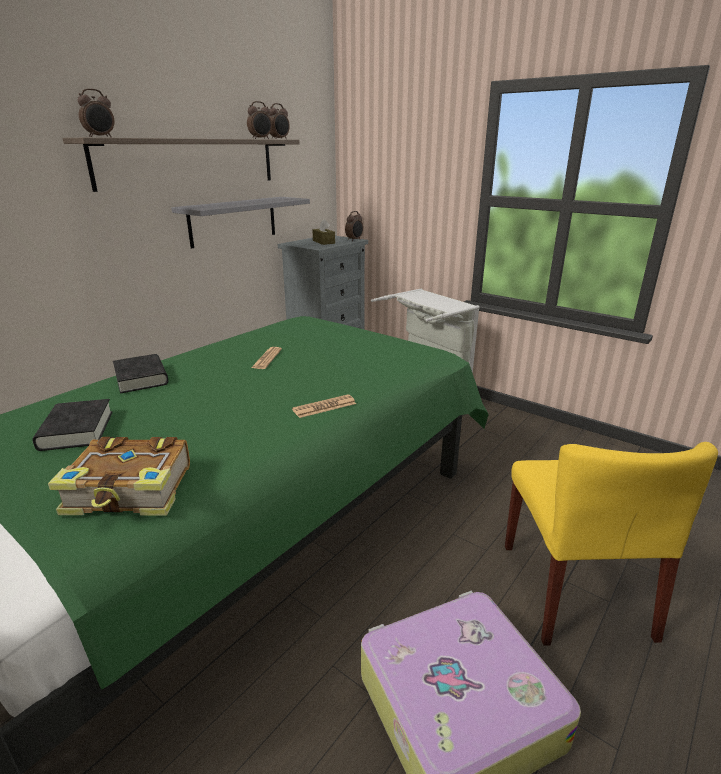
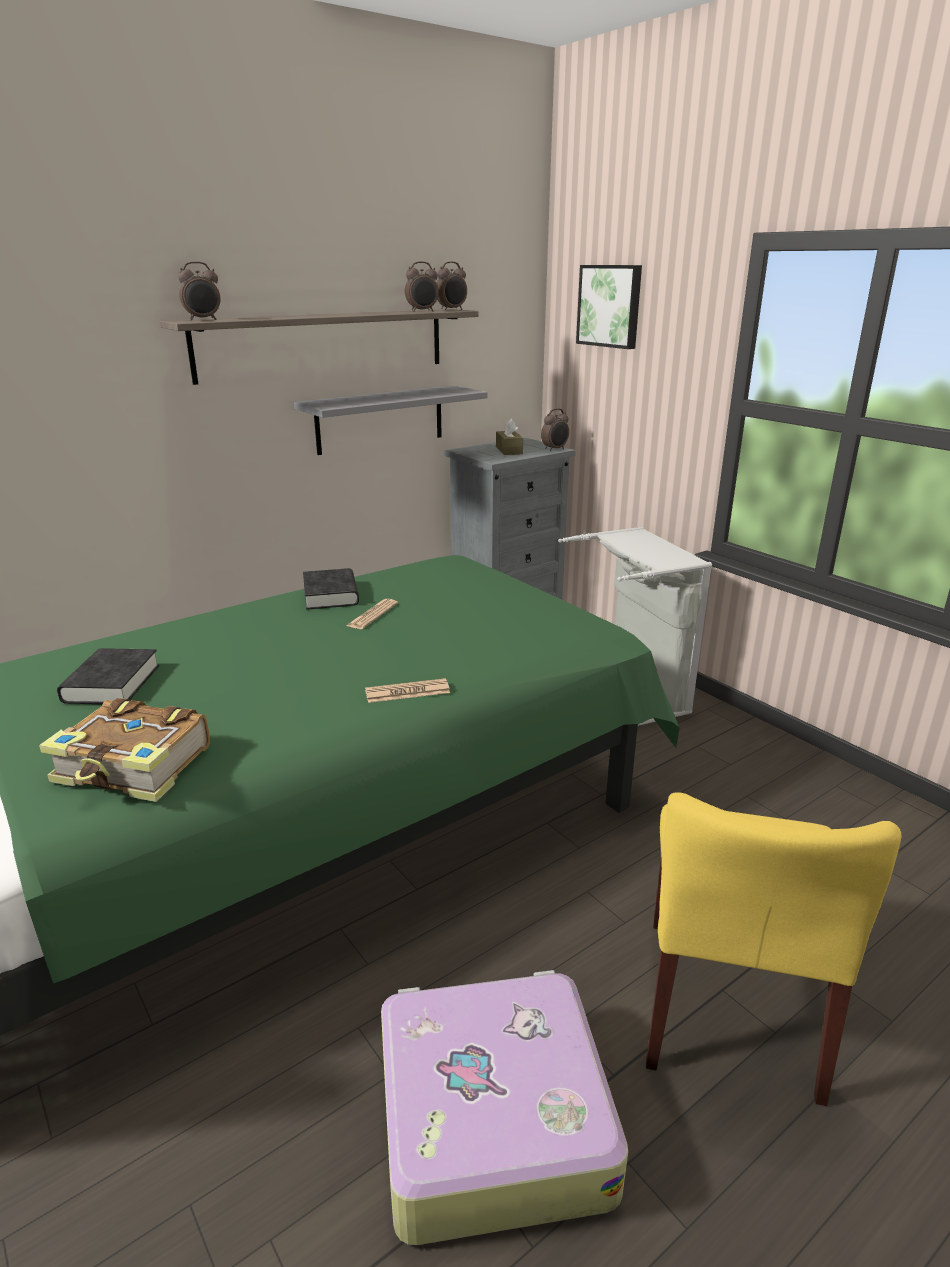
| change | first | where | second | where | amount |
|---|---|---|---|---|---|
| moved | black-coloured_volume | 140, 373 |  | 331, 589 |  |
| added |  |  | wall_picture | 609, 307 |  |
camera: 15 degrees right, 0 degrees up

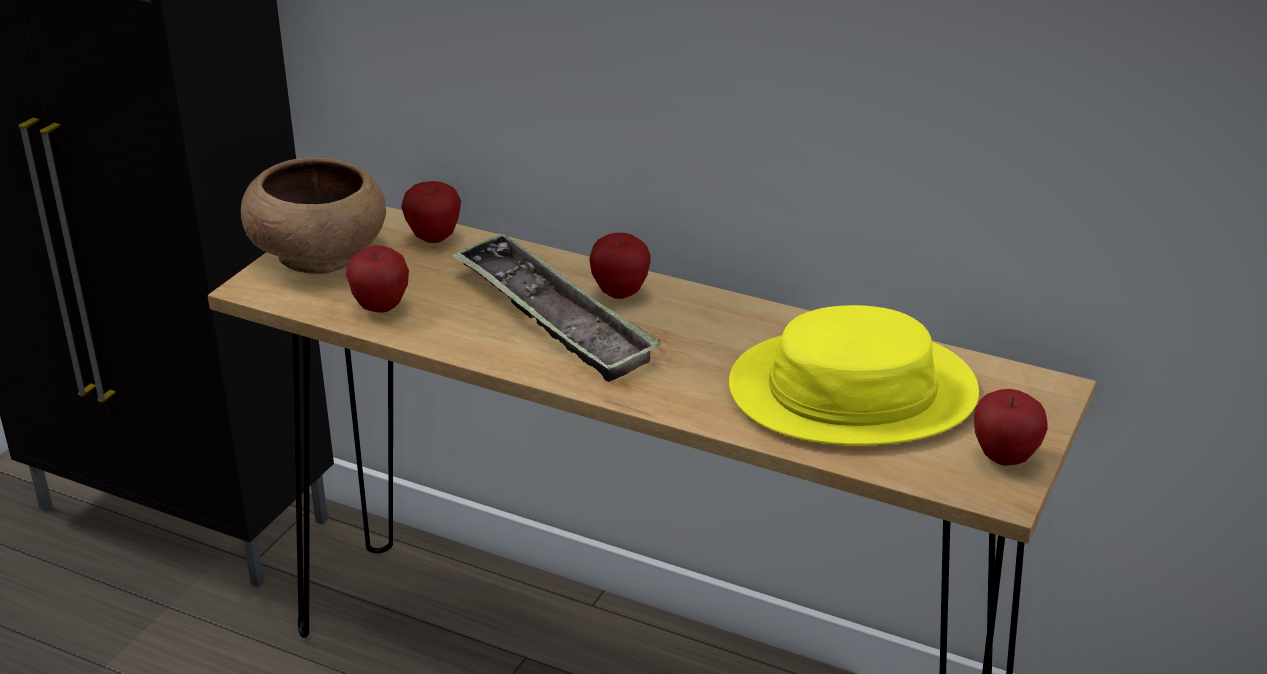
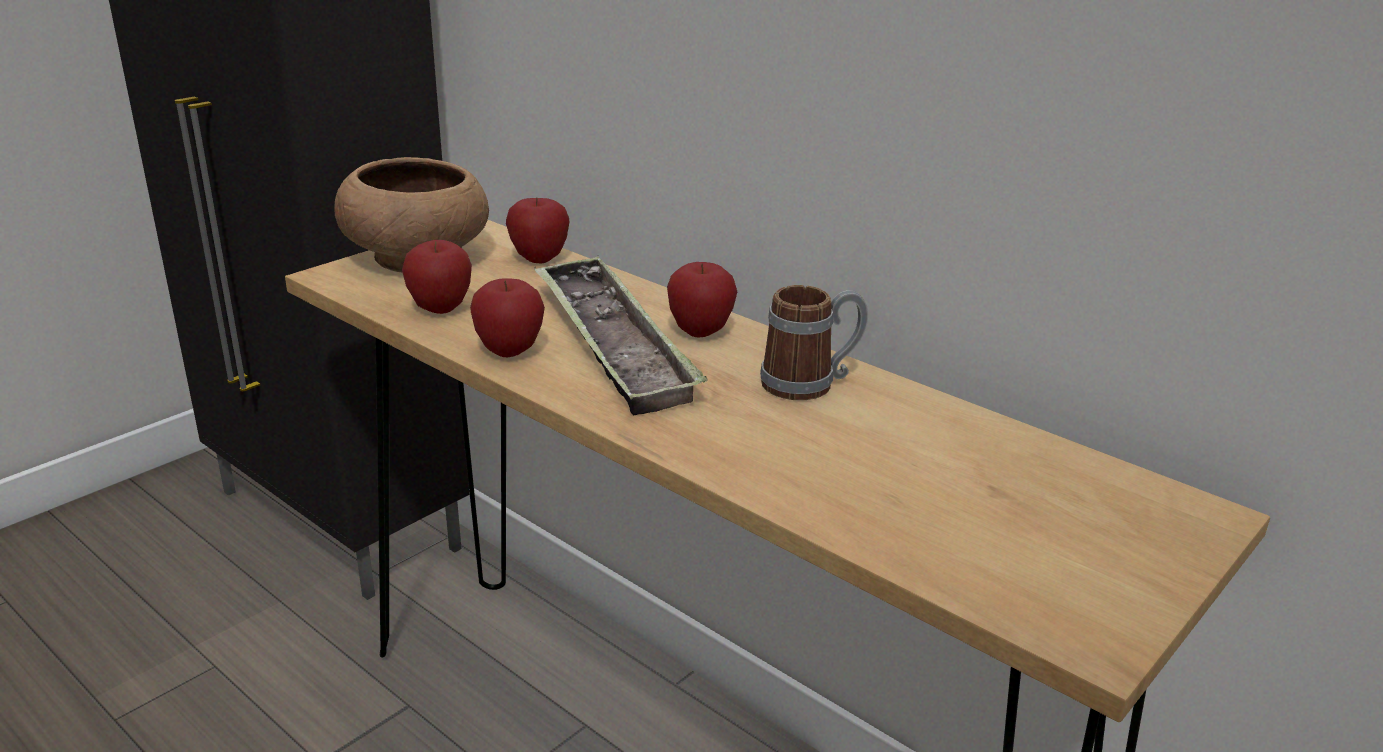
| change | first | where | second | where | amount |
|---|---|---|---|---|---|
| removed | yellowish_hat | 854, 375 |  |  |  |
| moved | apple | 1010, 427 |  | 507, 317 |  |
| added |  |  | mug | 814, 342 |  |
camera: 15 degrees right, 5 degrees down

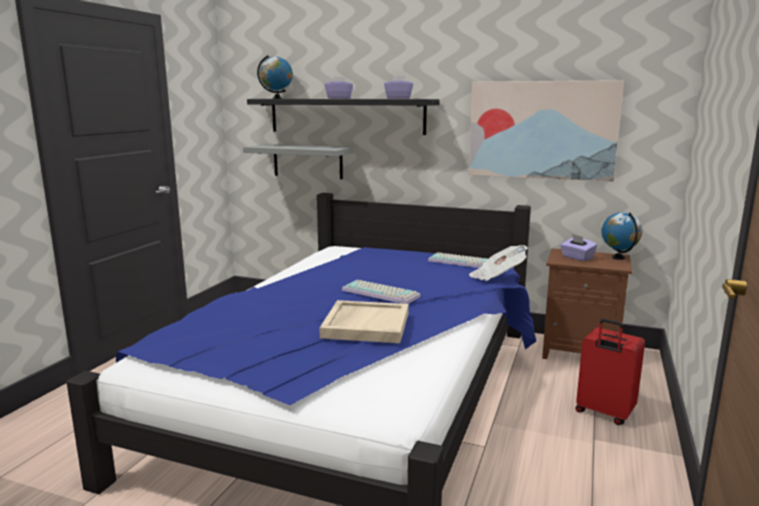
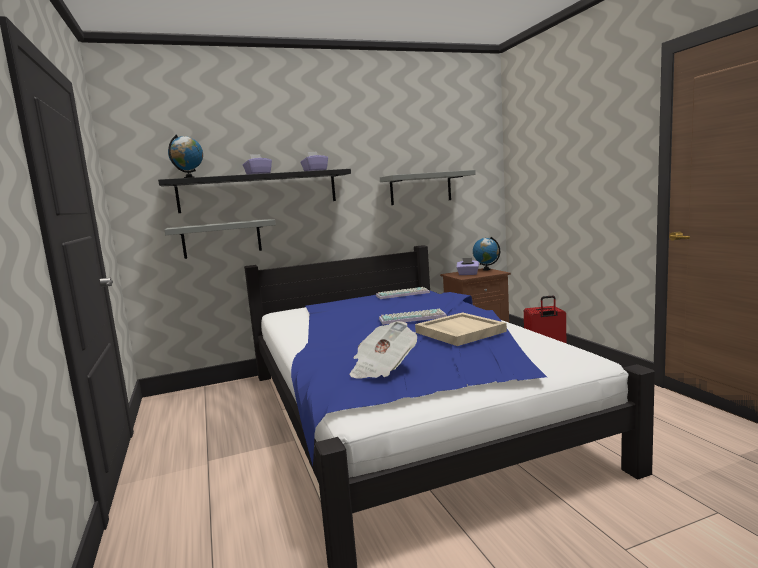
| change | first | where | second | where | amount |
|---|---|---|---|---|---|
| replaced | wall_picture | 546, 131 | greyish_bracket_shelf | 428, 187 |  |
| moved | daily_paper | 498, 263 |  | 383, 350 |  |
camera: 40 degrees left, 5 degrees down

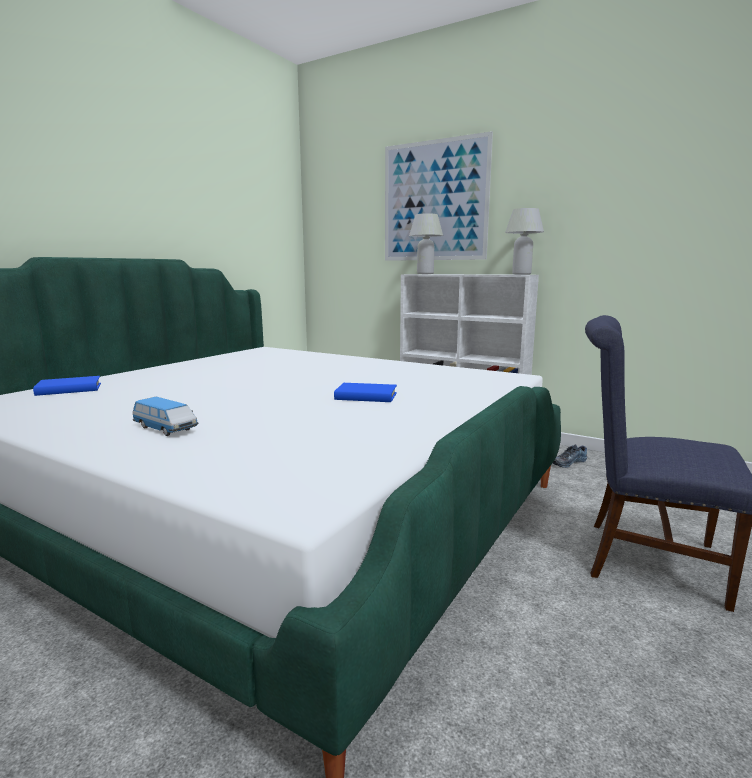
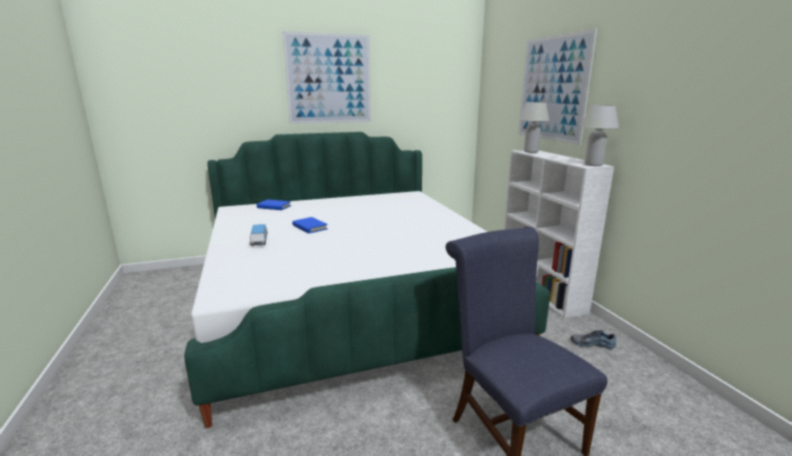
| change | first | where | second | where | amount |
|---|---|---|---|---|---|
| moved | blue_volume | 365, 392 |  | 310, 225 |  |
| added |  |  | wall_picture | 326, 77 |  |
camera: 40 degrees right, 5 degrees up

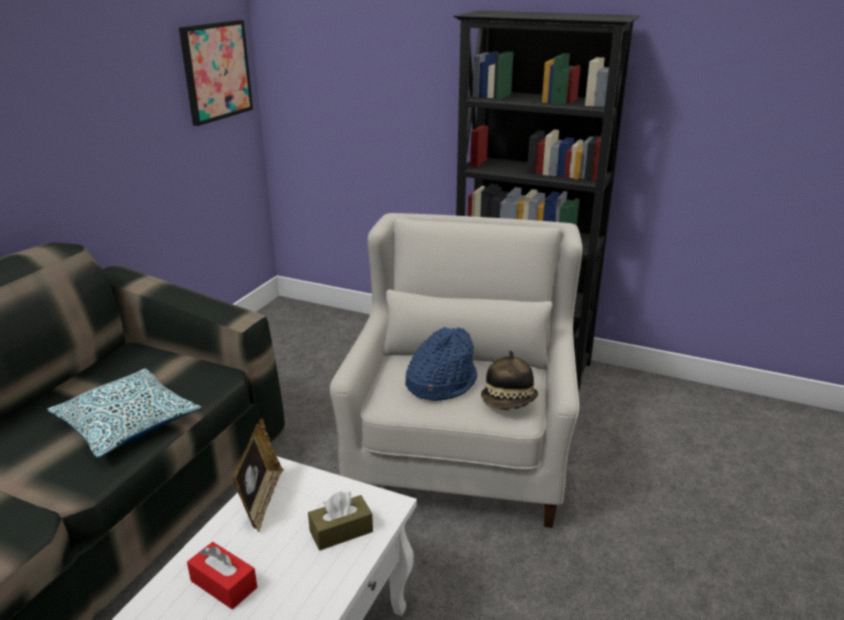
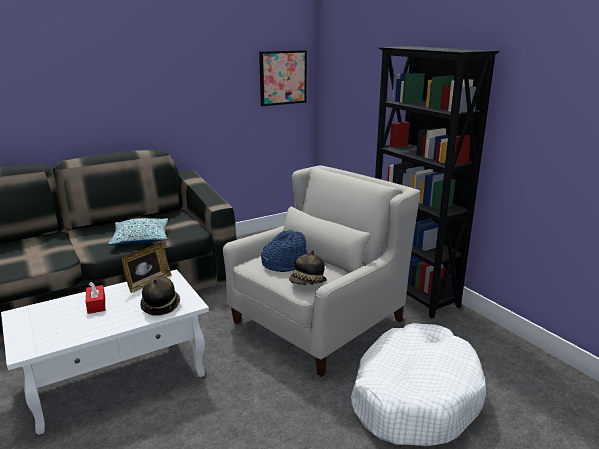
| change | first | where | second | where | amount |
|---|---|---|---|---|---|
| replaced | brown_tissue_holder | 340, 520 | hat | 160, 296 |  |
| added |  |  | white-coloured_pet_bed | 418, 384 |  |
camera: 35 degrees right, 5 degrees down

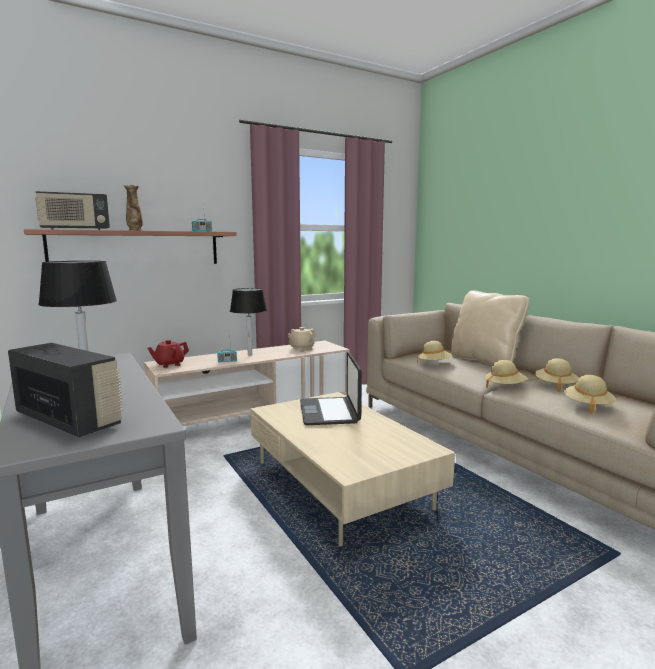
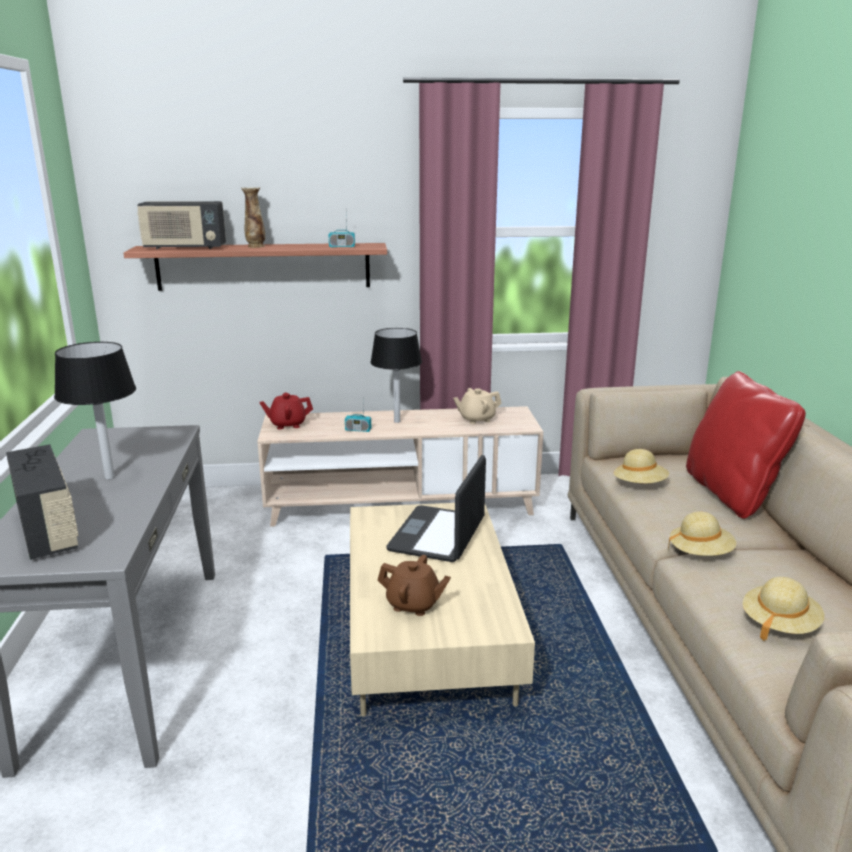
| change | first | where | second | where | amount |
|---|---|---|---|---|---|
| recoloured | sand-coloured_cushion | 490, 328 | red-coloured_cushion | 746, 445 |  |
| removed | sand-coloured_hat | 557, 375 |  |  |  |
| added |  |  | brown_tea_pot | 414, 585 |  |
camera: 25 degrees right, 10 degrees up

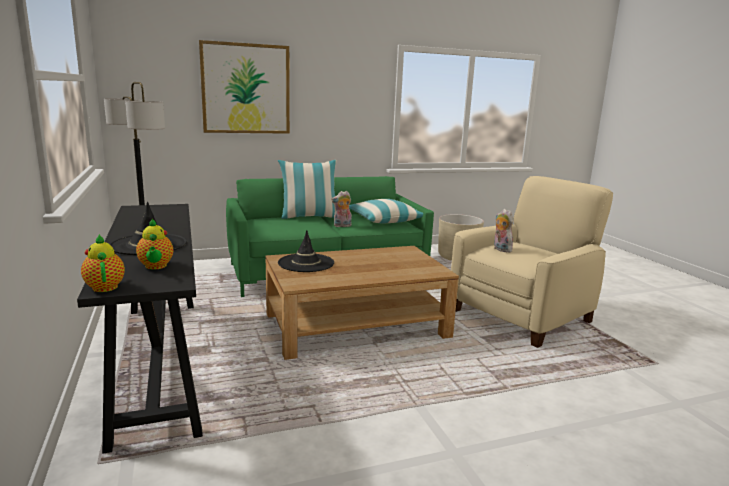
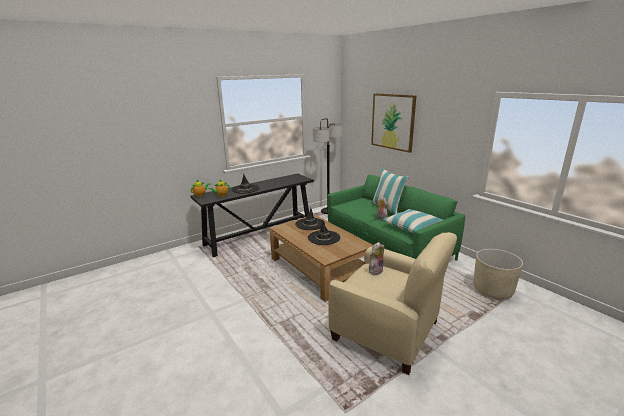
| change | first | where | second | where | amount |
|---|---|---|---|---|---|
| added |  |  | black-coloured_hat | 324, 232 |  |
camera: 75 degrees right, 5 degrees up

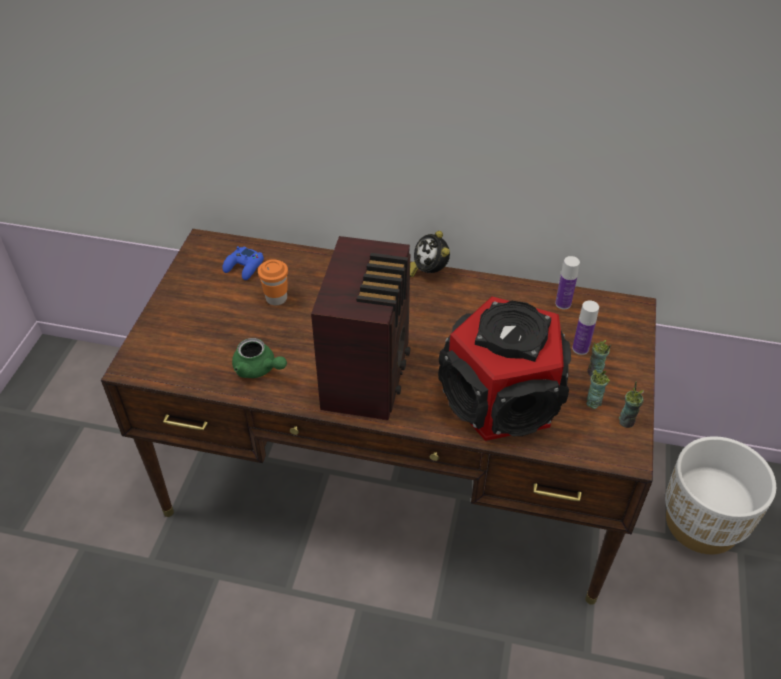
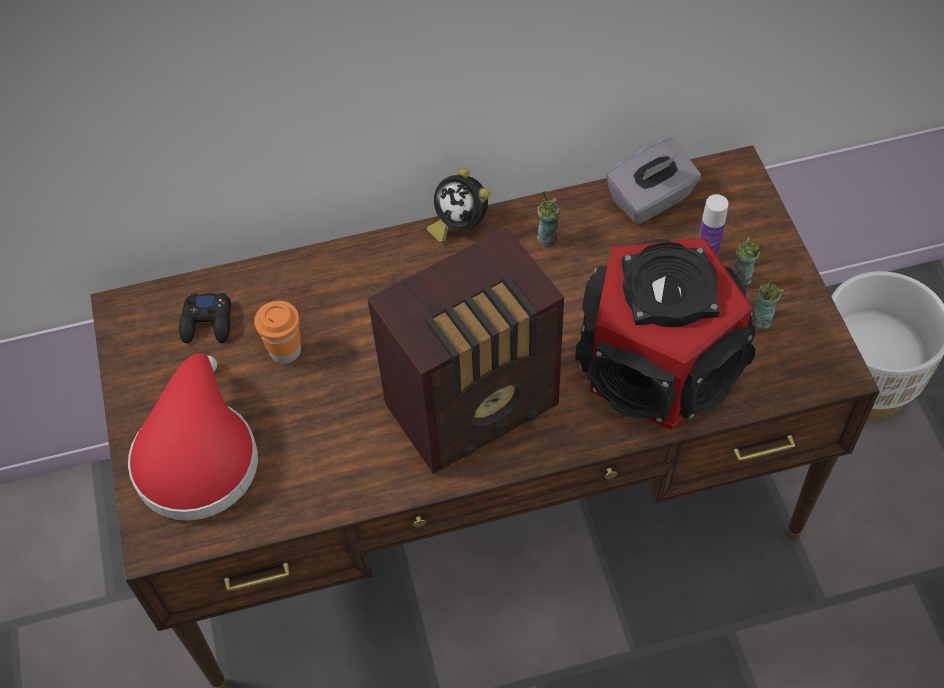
| change | first | where | second | where | amount |
|---|---|---|---|---|---|
| recoloured | blue_game_controller | 243, 263 | black-coloured_game_controller | 205, 318 |  |
| removed | greenish_tea_pot | 259, 358 |  |  |  |
| turned | radio | 361, 328 |  | 466, 350 | 75 degrees clockwise |
| replaced | drink_bottle | 567, 282 | greyish_tissue_holder | 653, 181 |  |
| moved | drinking_cup | 631, 405 |  | 548, 219 |  |
| added |  |  | red-coloured_hat | 193, 437 |  |
camera: 25 degrees left, 10 degrees up

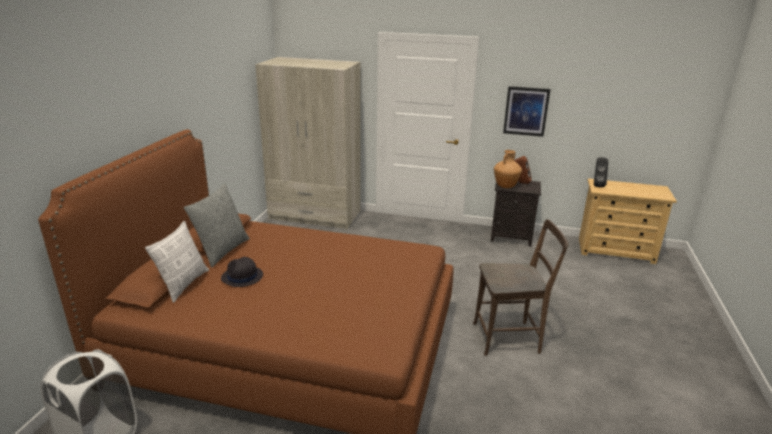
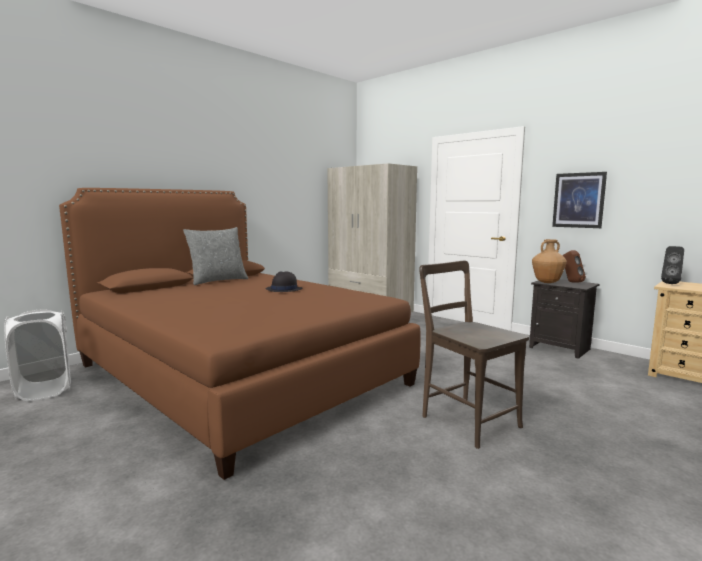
| change | first | where | second | where | amount |
|---|---|---|---|---|---|
| removed | cushion | 177, 262 |  |  |  |
| moved | black-coloured_hat | 242, 272 |  | 283, 281 |  |
| turned | brown_chair | 520, 287 |  | 474, 355 | 150 degrees counterclockwise |
camera: 30 degrees right, 15 degrees down

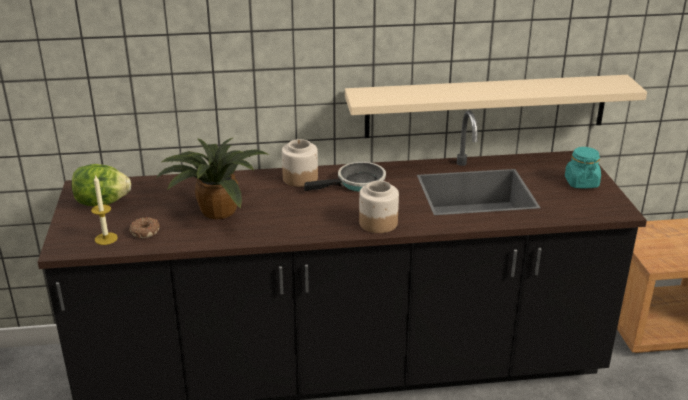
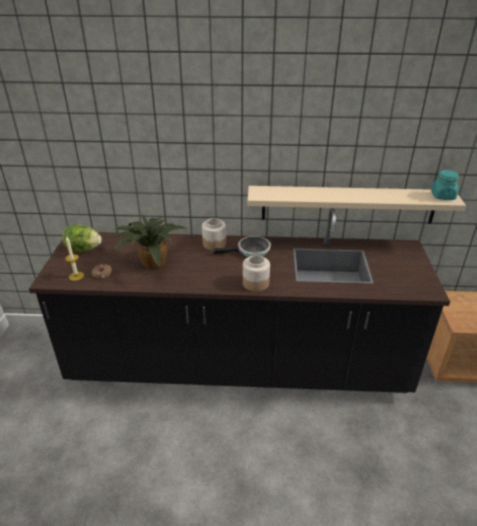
| change | first | where | second | where | amount |
|---|---|---|---|---|---|
| moved | blue-green_jar | 583, 167 |  | 445, 185 |  |
camera: 10 degrees right, 5 degrees up

